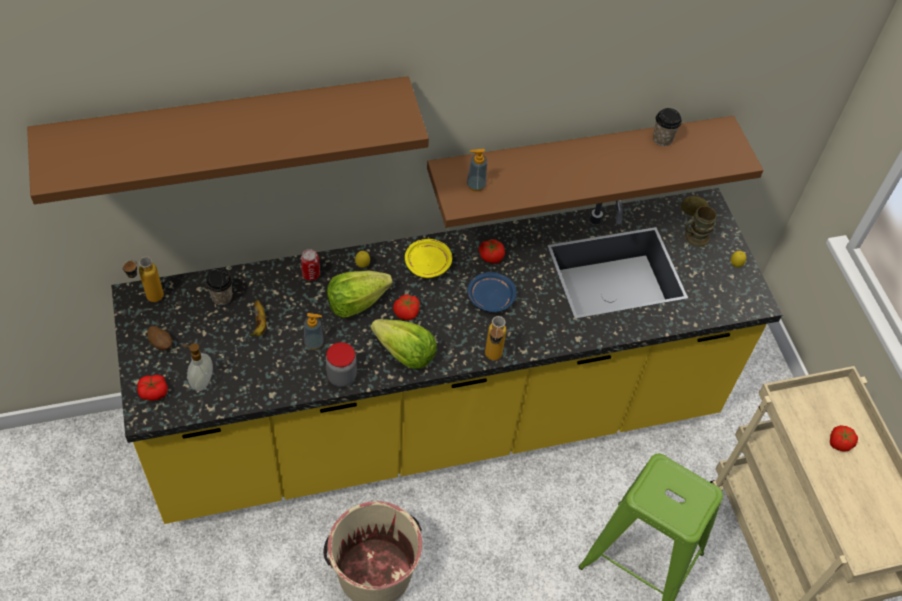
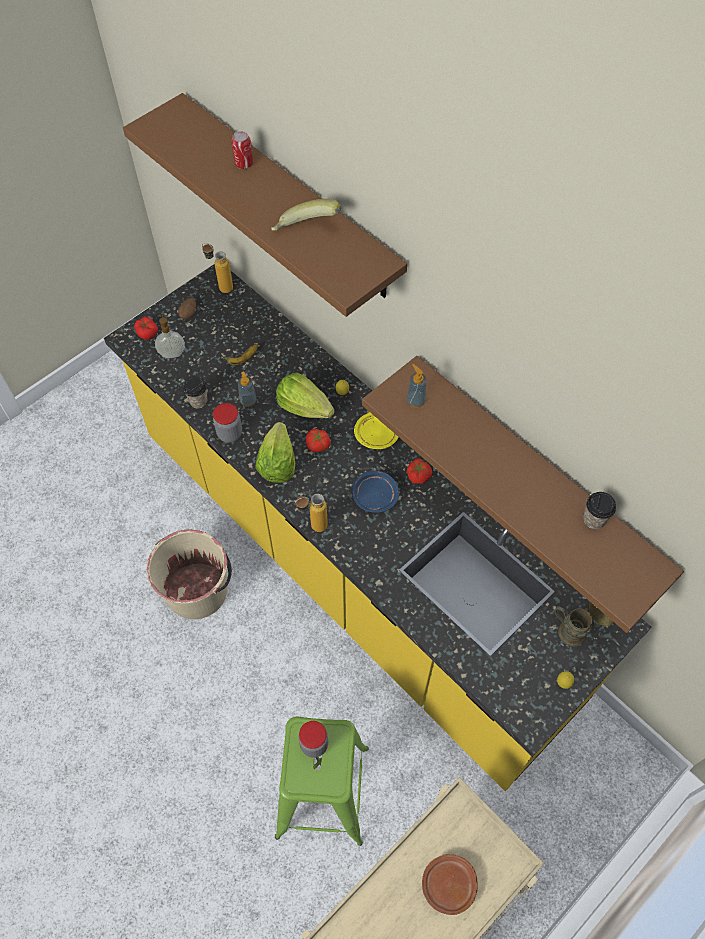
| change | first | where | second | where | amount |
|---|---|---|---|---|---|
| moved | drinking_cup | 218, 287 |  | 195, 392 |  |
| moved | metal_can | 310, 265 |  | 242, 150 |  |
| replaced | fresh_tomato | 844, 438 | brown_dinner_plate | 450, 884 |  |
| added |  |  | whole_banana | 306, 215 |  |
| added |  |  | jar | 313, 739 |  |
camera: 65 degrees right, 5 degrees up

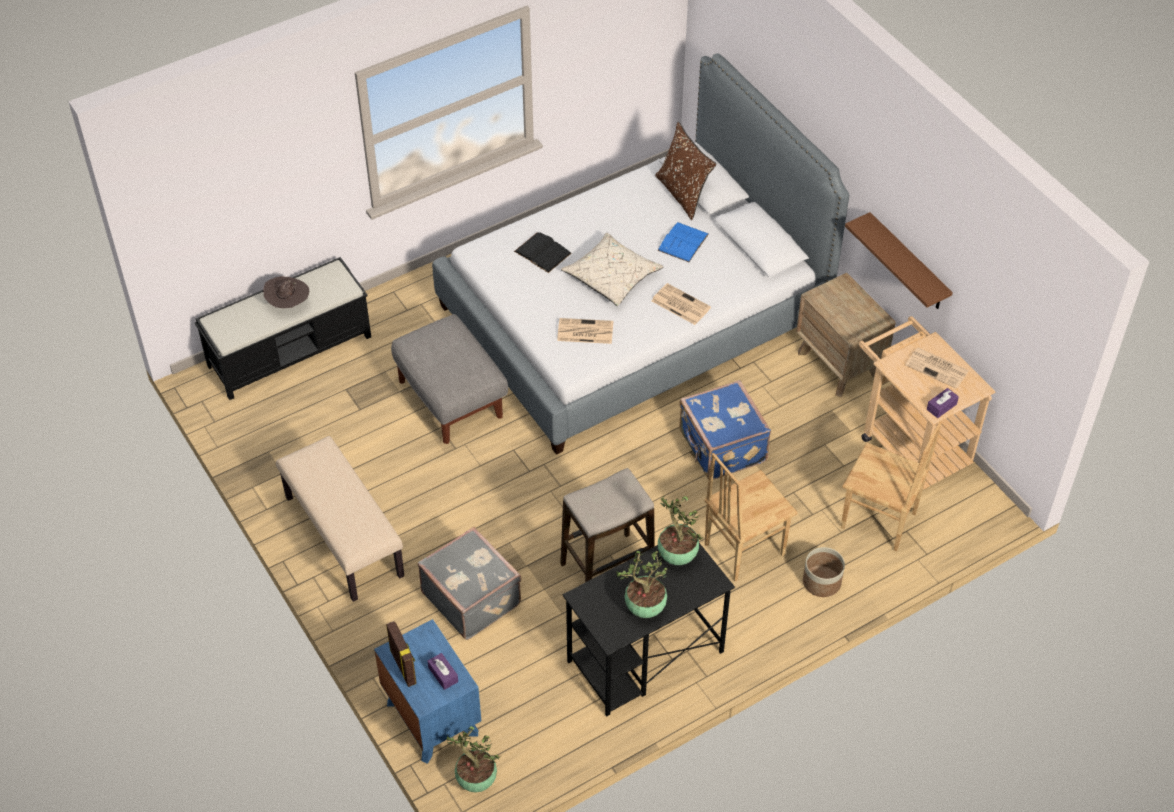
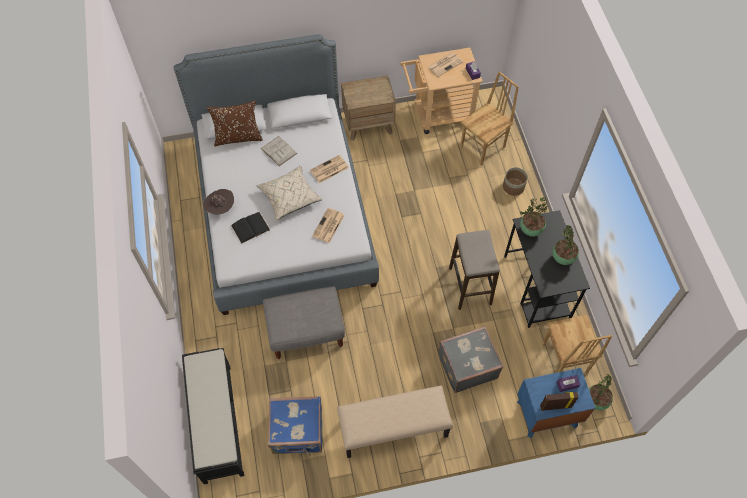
| change | first | where | second | where | amount |
|---|---|---|---|---|---|
| moved | brown_hat | 286, 292 |  | 218, 202 |  |
| recoloured | blue_volume | 683, 242 | white-coloured_volume | 279, 151 |  |
| moved | blue_piece_of_luggage | 725, 430 |  | 295, 425 |  |
| moved | brown_chair | 751, 517 |  | 577, 344 |  |
| removed | brown_bracket_shelf | 899, 260 |  |  |  |
camera: 70 degrees left, 10 degrees up

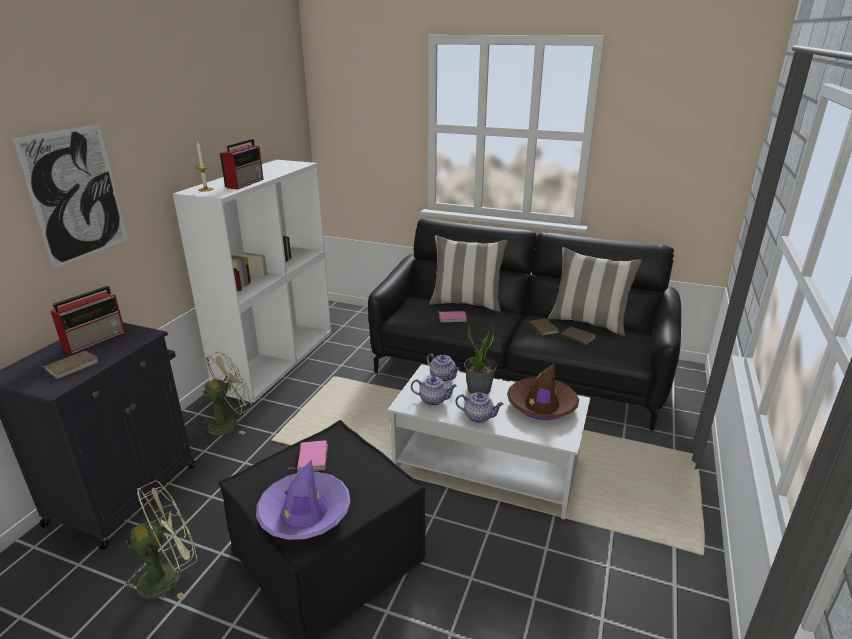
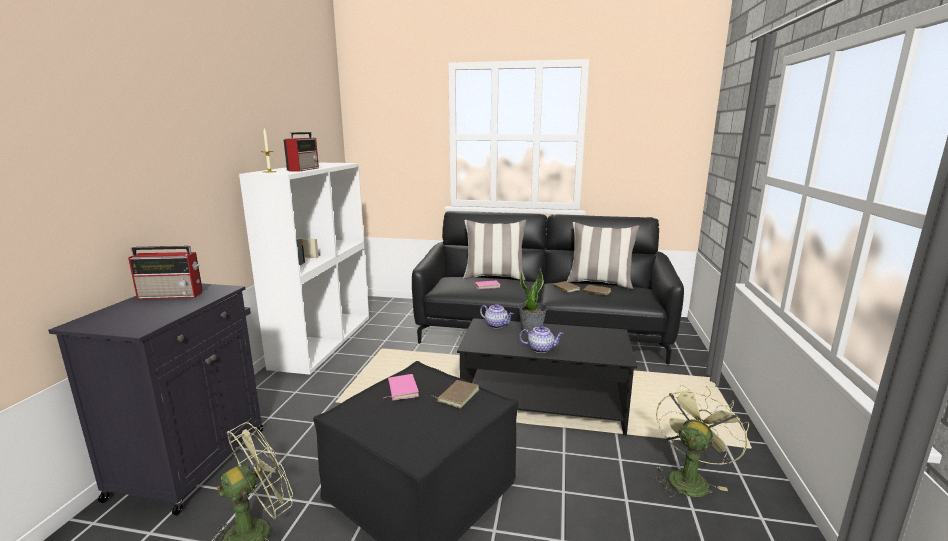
| change | first | where | second | where | amount |
|---|---|---|---|---|---|
| removed | wall_picture | 69, 196 |  |  |  |
| moved | brown_volume | 69, 365 |  | 454, 394 |  |
| turned | radio | 87, 320 |  | 165, 272 | 60 degrees clockwise |
| moved | greenish_cooling_fan | 225, 393 |  | 702, 441 |  |
| removed | purple-coloured_hat | 303, 500 |  |  |  |
| recoloured | white-coloured_low_table | 488, 442 | black-coloured_low_table | 547, 376 |  |
| removed | tea_pot | 434, 391 |  |  |  |
| removed | brown_hat | 543, 391 |  |  |  |
camera: 10 degrees left, 10 degrees down

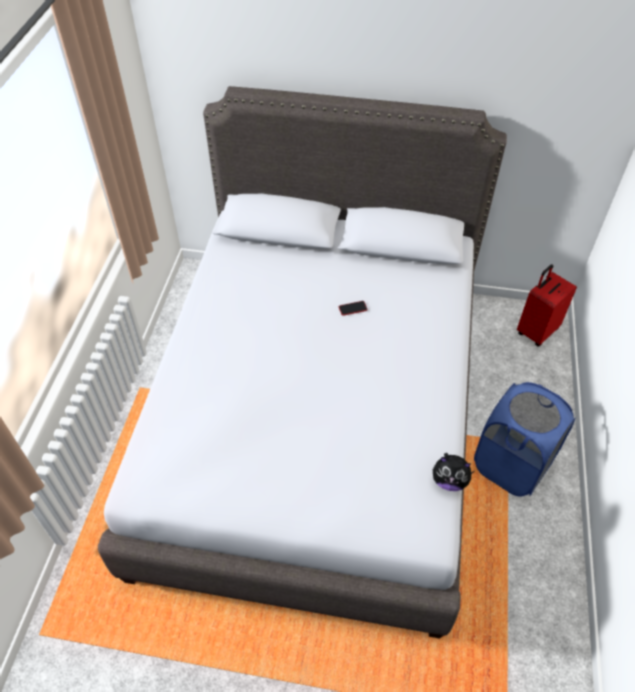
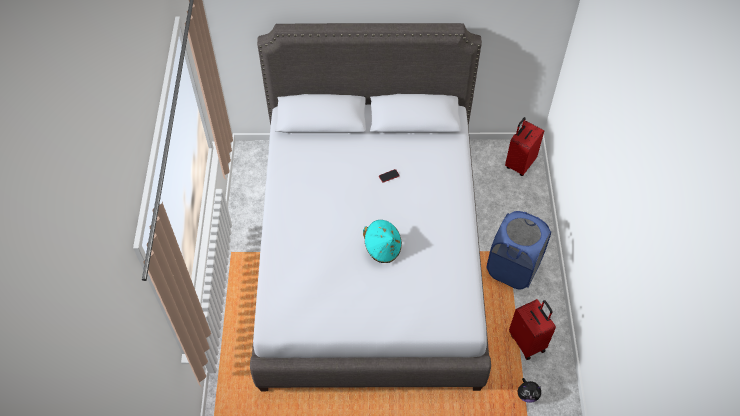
| change | first | where | second | where | amount |
|---|---|---|---|---|---|
| moved | soft_toy | 453, 472 |  | 529, 390 |  |
| added |  |  | blue-green_hat | 382, 241 |  |
| added |  |  | red-coloured_piece_of_luggage | 532, 329 |  |
camera: 10 degrees left, 5 degrees up

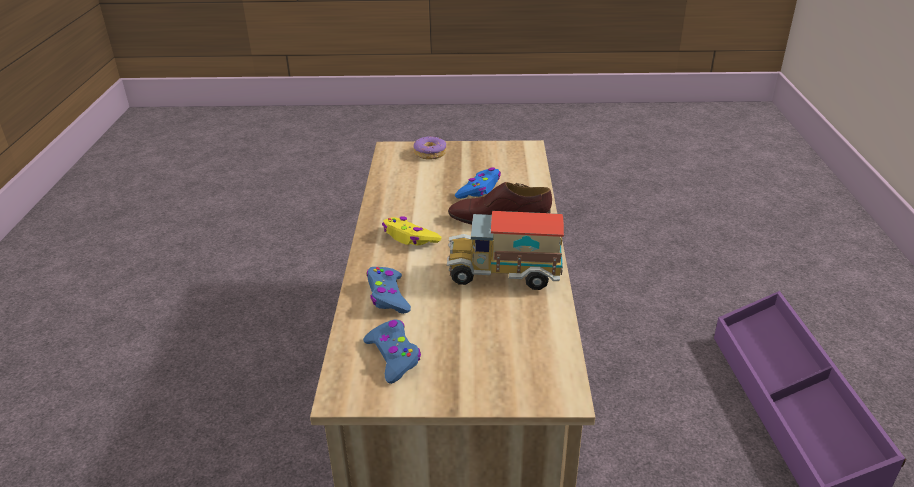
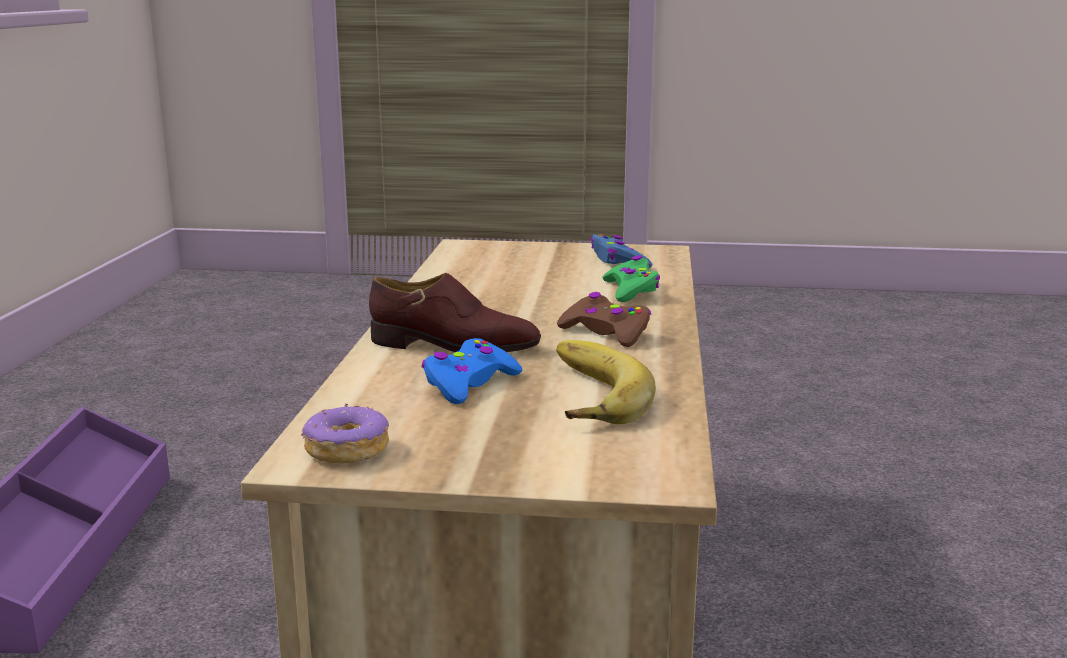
| change | first | where | second | where | amount |
|---|---|---|---|---|---|
| recoloured | blue_game_controller | 389, 290 | greenish_game_controller | 631, 279 |  |
| recoloured | yellowish_game_controller | 412, 230 | brown_game_controller | 604, 319 |  |
| moved | doughnut | 429, 148 |  | 345, 433 |  |
| removed | toy_truck | 505, 250 |  |  |  |
| added |  |  | whole_banana | 606, 382 |  |
camera: 175 degrees left, 15 degrees down

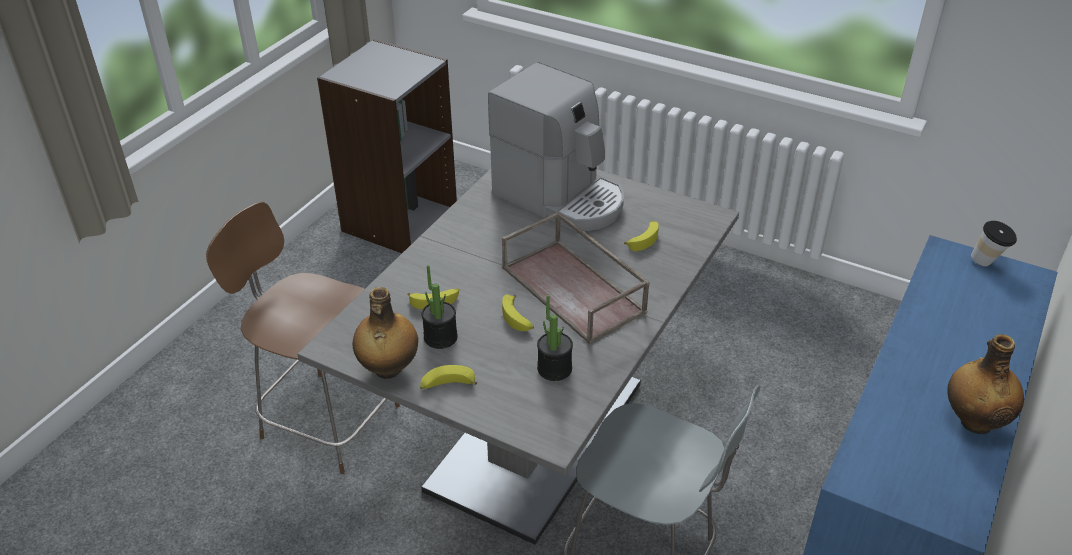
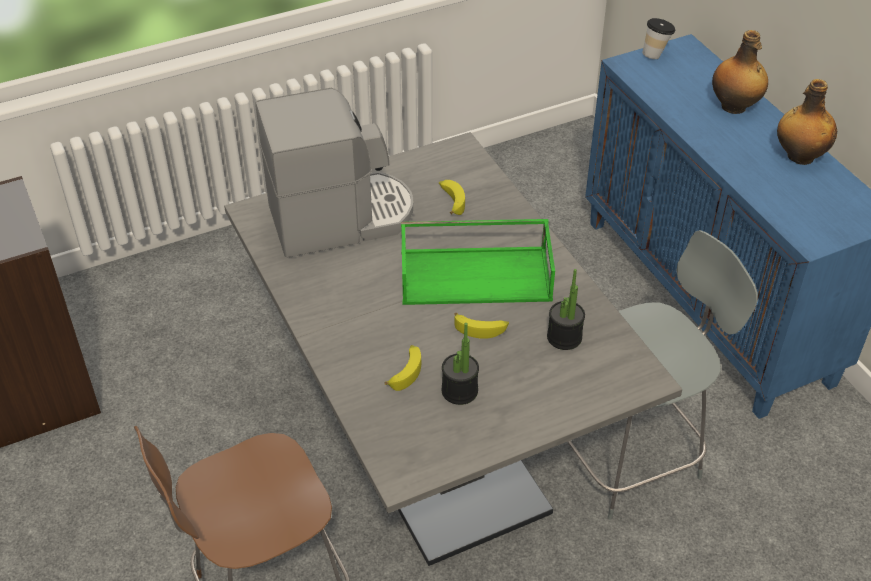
| change | first | where | second | where | amount |
|---|---|---|---|---|---|
| moved | drink_bottle | 385, 333 |  | 740, 72 |  |
| removed | whole_banana | 448, 377 |  |  |  |
| recoloured | brown_tray | 576, 278 | greenish_tray | 478, 262 |  |
camera: 55 degrees left, 5 degrees up

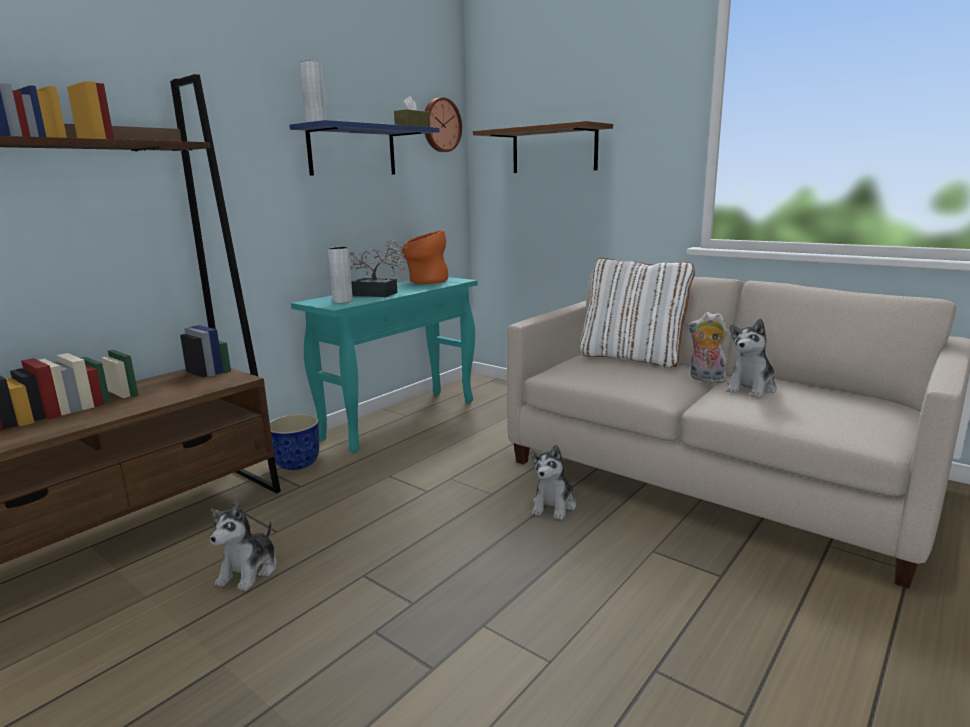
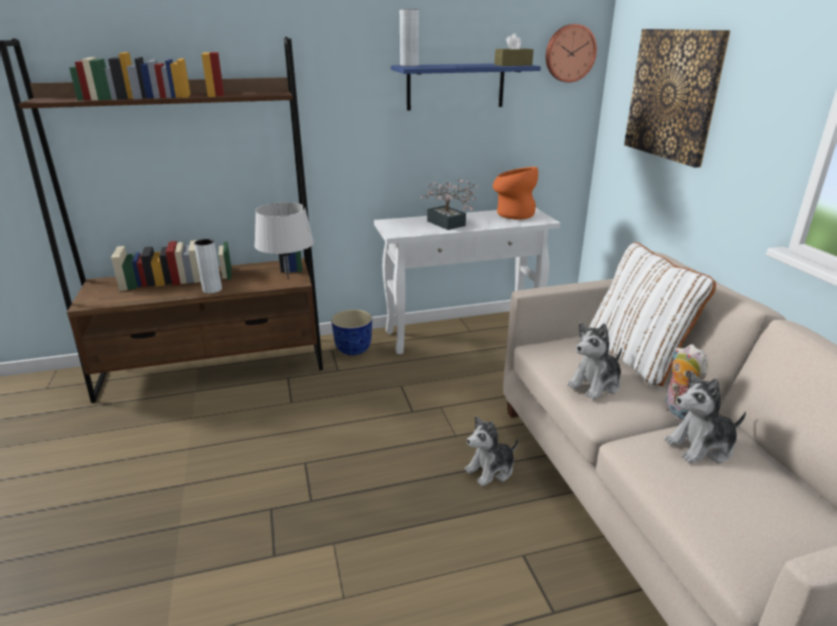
| change | first | where | second | where | amount |
|---|---|---|---|---|---|
| moved | soft_toy | 243, 546 |  | 594, 361 |  |
| recoloured | blue-green_narrow_table | 384, 365 | white-coloured_narrow_table | 467, 281 |  |
| moved | greyish_decorative_vase | 340, 275 |  | 208, 266 |  |
| replaced | brown_bracket_shelf | 543, 147 | wall_picture | 677, 98 |  |
| added |  |  | greyish_table_lamp | 284, 240 |  |
camera: 35 degrees right, 10 degrees up

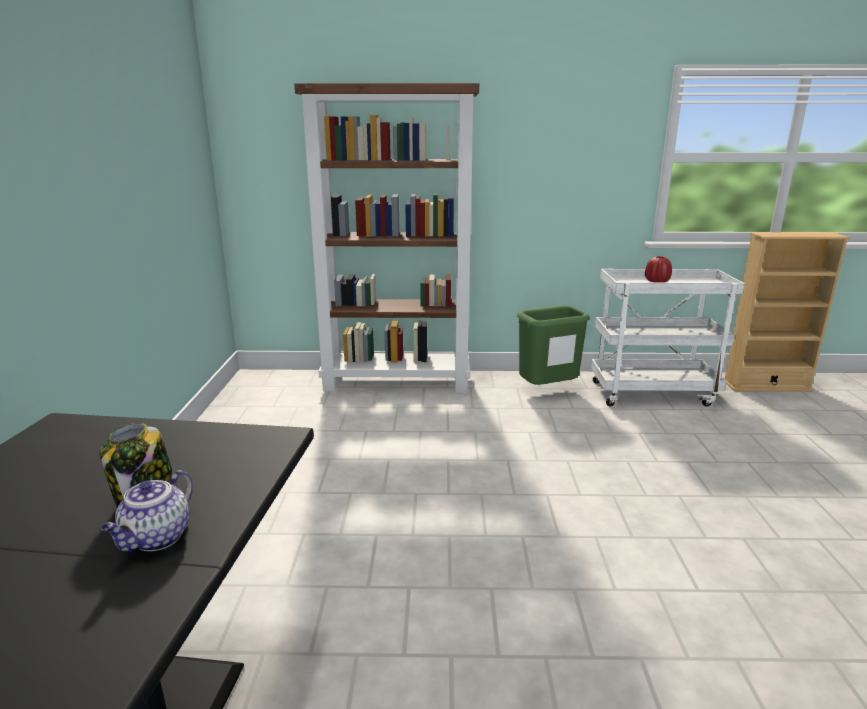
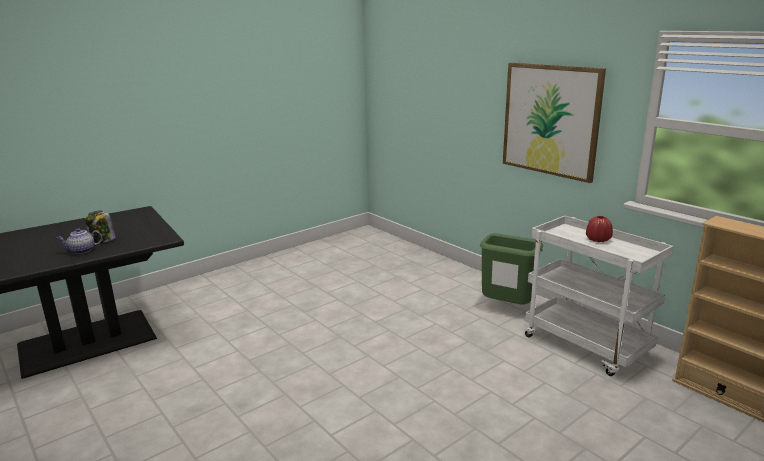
| change | first | where | second | where | amount |
|---|---|---|---|---|---|
| removed | brown_bookcase | 386, 238 |  |  |  |
| added |  |  | wall_picture | 554, 123 |  |
camera: 50 degrees right, 0 degrees up

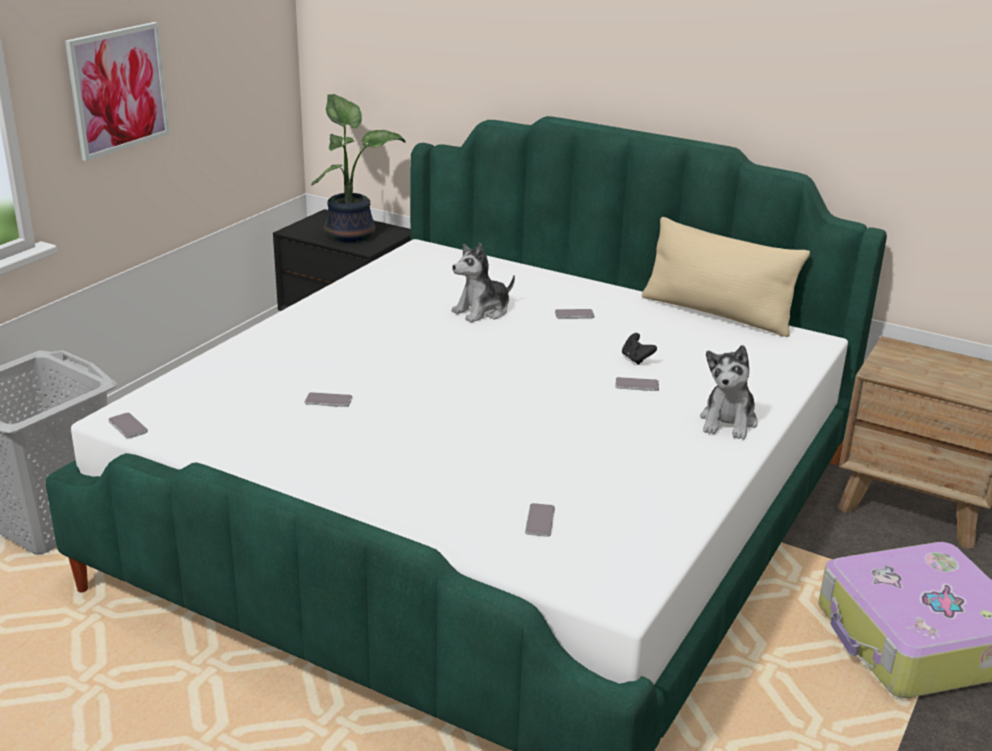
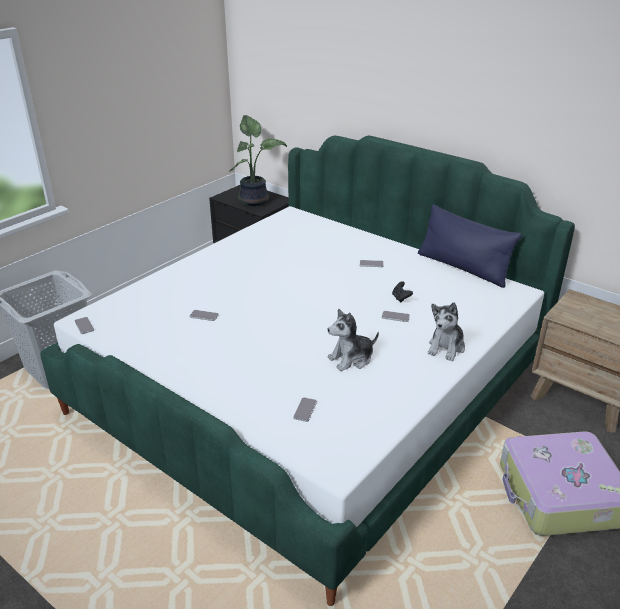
| change | first | where | second | where | amount |
|---|---|---|---|---|---|
| removed | wall_picture | 117, 91 |  |  |  |
| moved | soft_toy | 483, 283 |  | 353, 340 |  |
| recoloured | sand-coloured_cushion | 726, 277 | blue_cushion | 470, 246 |  |
camera: 10 degrees right, 5 degrees up

